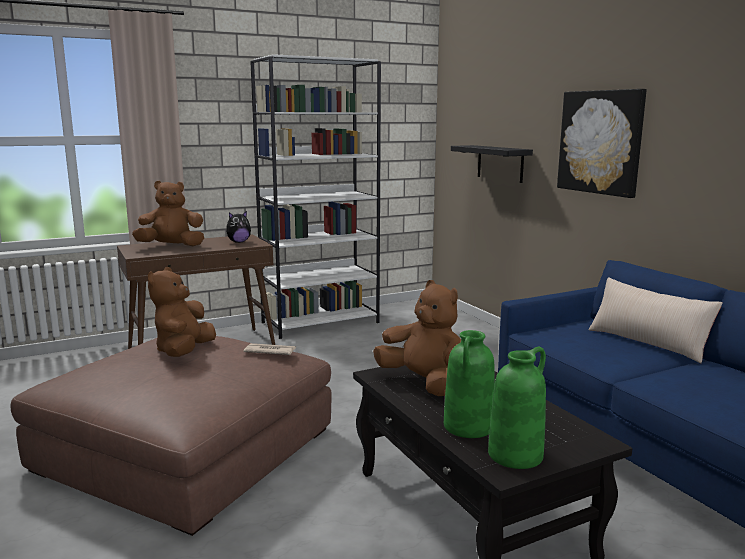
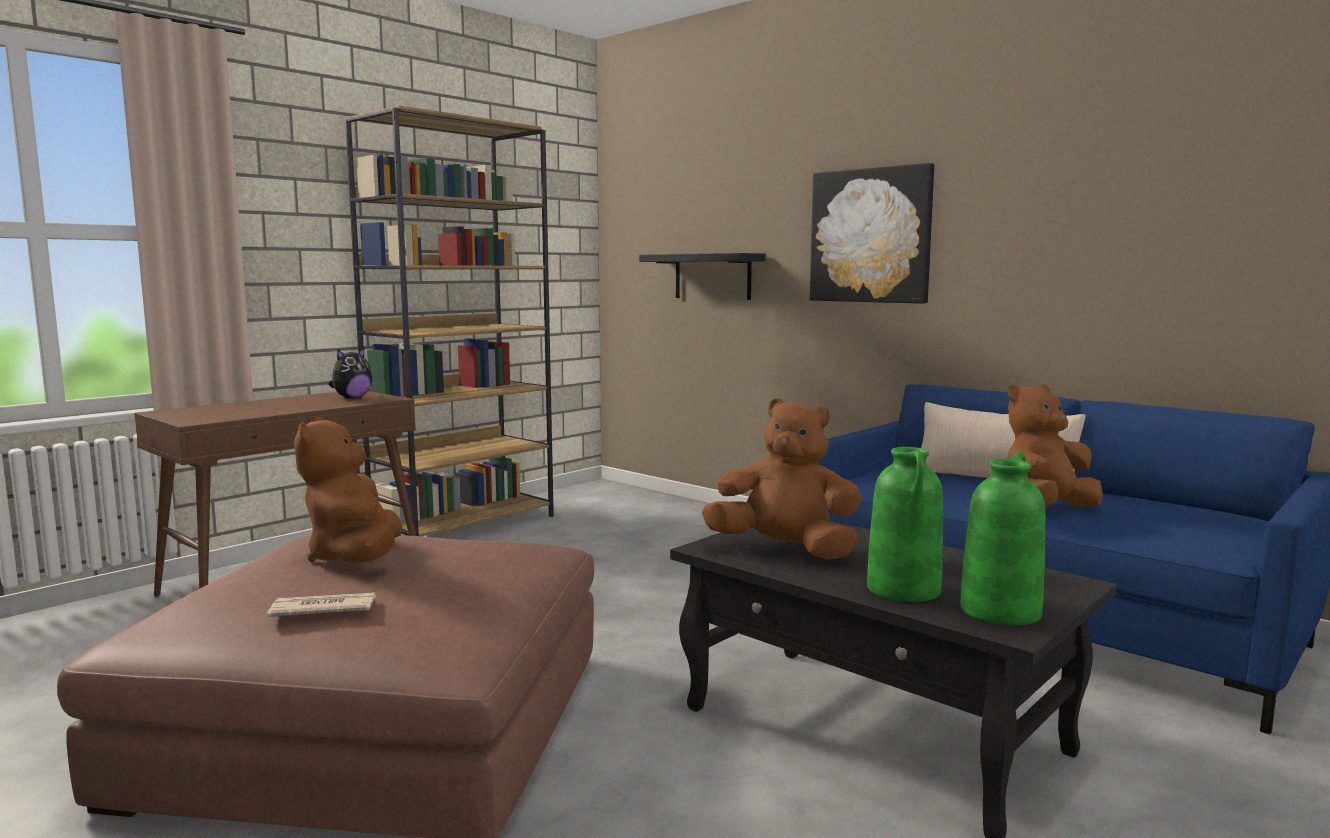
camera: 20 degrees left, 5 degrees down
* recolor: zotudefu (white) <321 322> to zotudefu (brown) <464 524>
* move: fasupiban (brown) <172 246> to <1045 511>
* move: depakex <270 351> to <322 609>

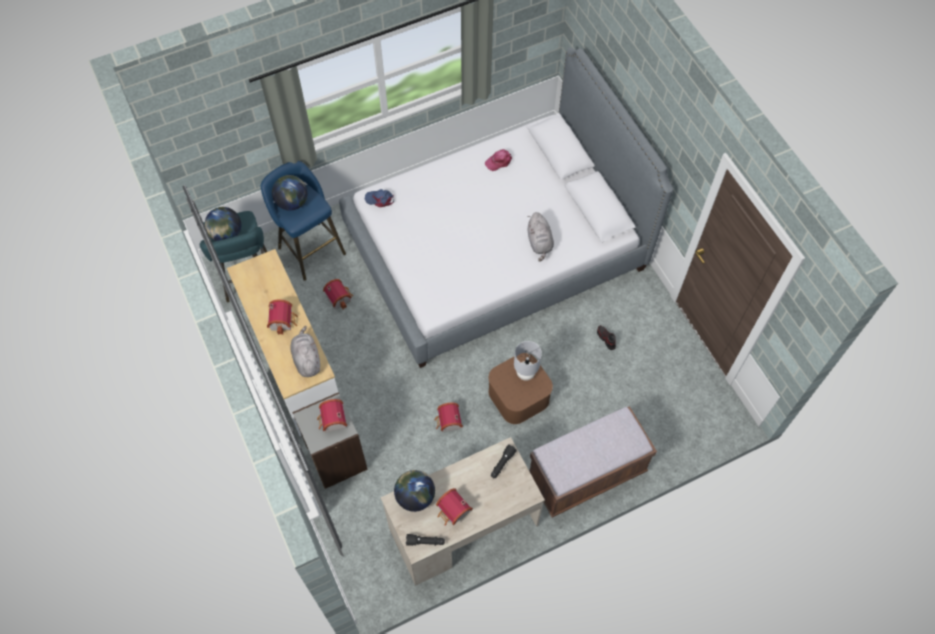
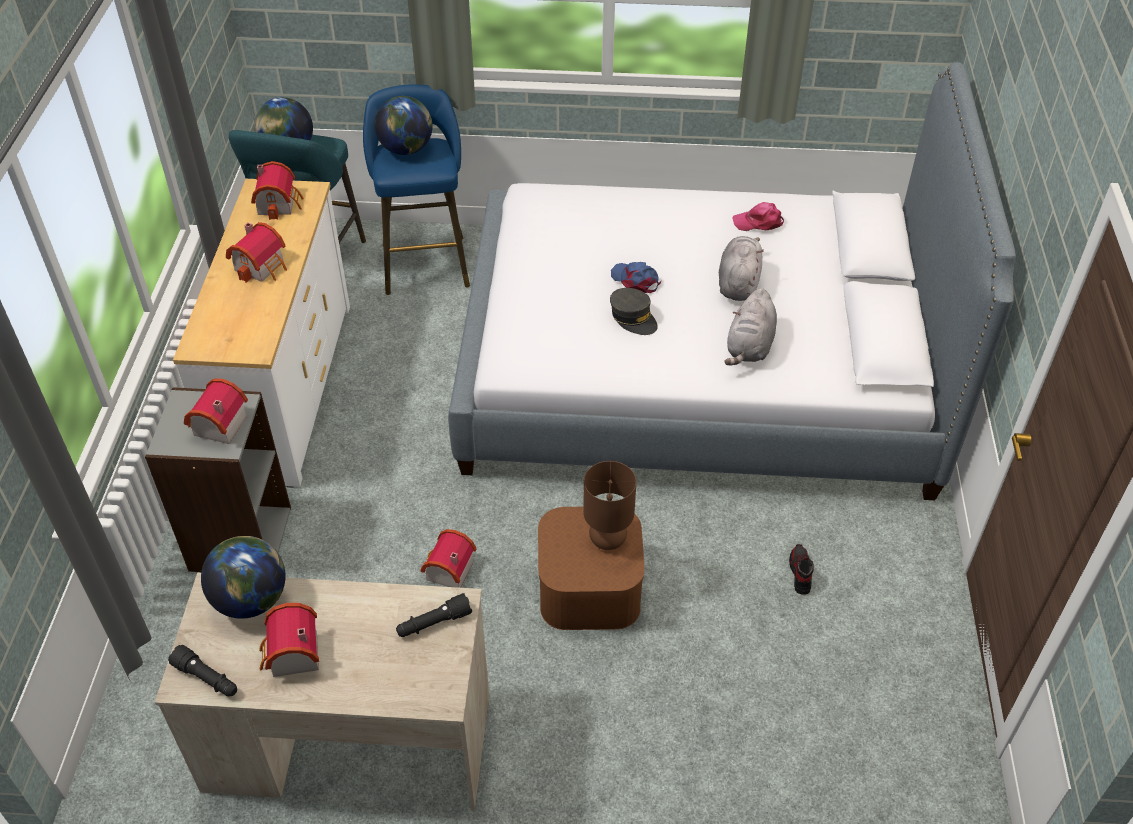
camera: 30 degrees right, 15 degrees down
* move: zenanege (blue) <380 199> to <635 280>
* move: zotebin <339 297> to <279 203>
* move: fasupiban (grey) <306 359> to <738 282>
* recolor: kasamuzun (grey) <525 373> to kasamuzun (brown) <607 539>
* delete: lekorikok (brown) <586 474>
* insert: zenanege (grey) <633 318>

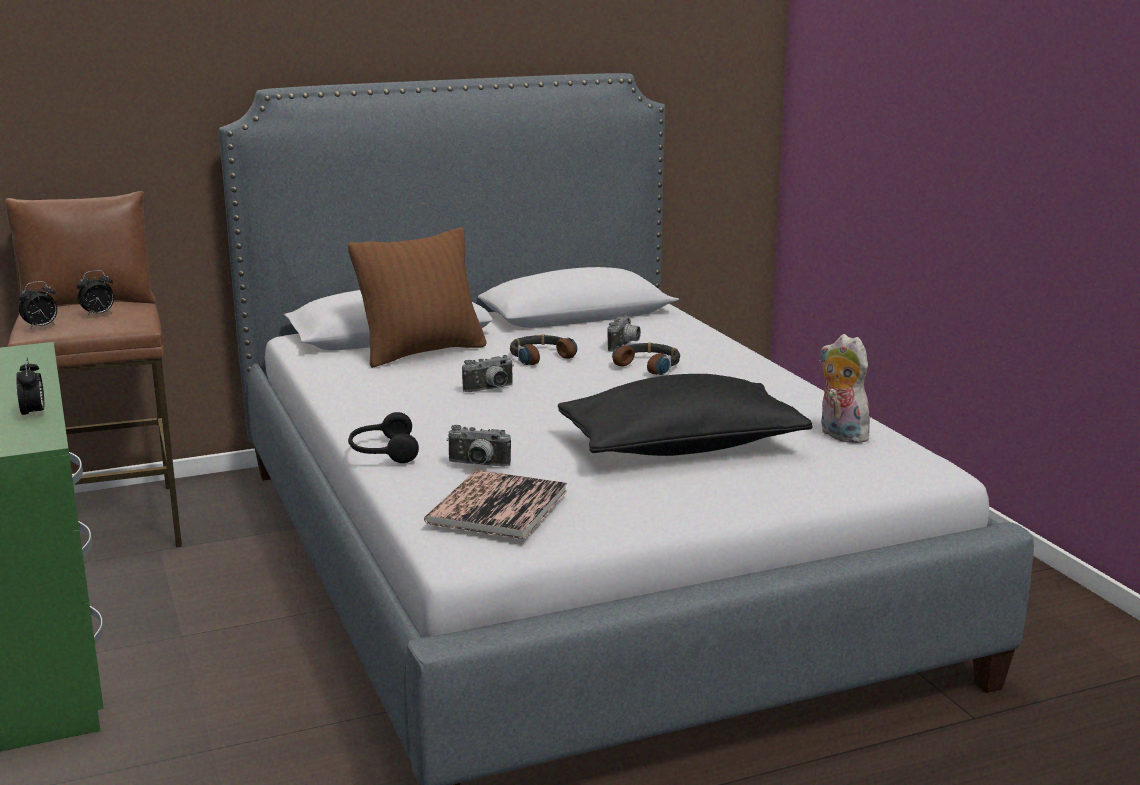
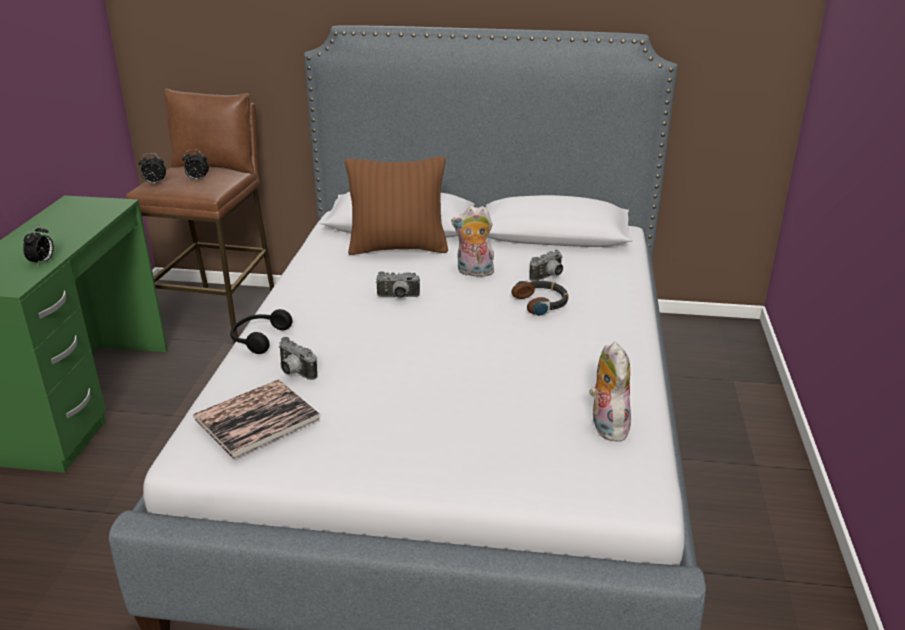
camera: 30 degrees right, 10 degrees up
* replace: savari <540 357> to fasupiban <474 272>
* delete: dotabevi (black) <681 448>

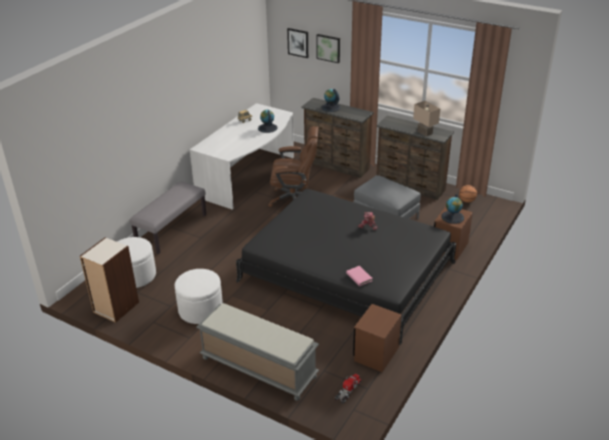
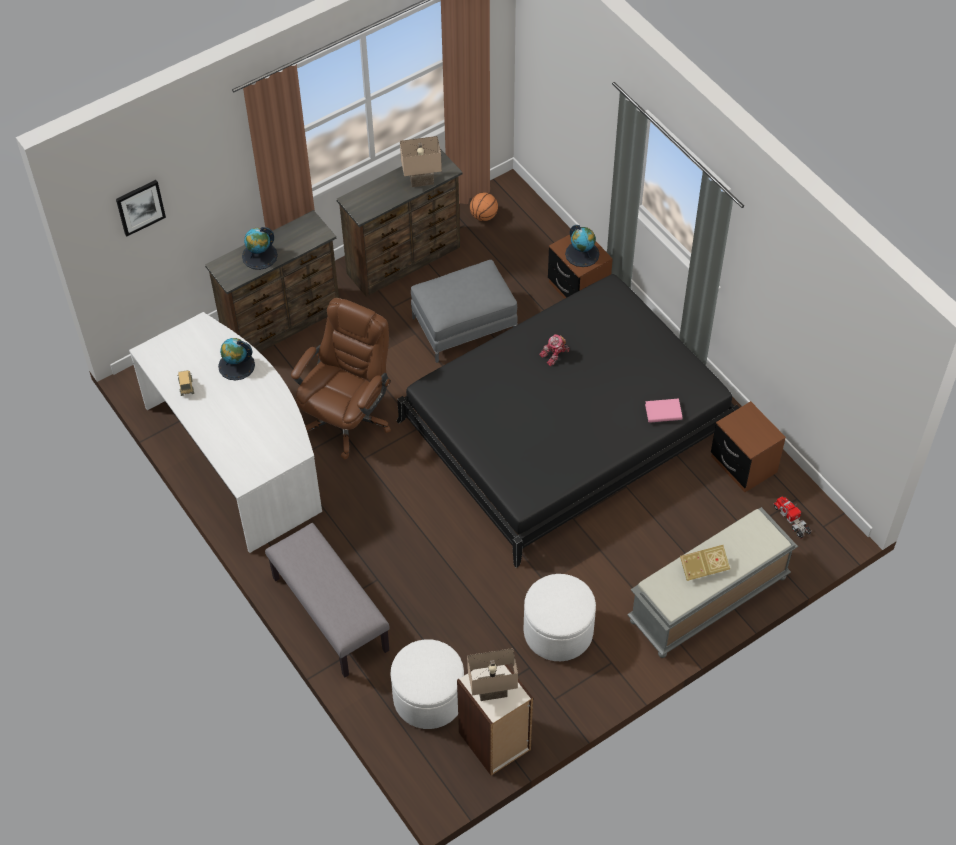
camera: 65 degrees left, 20 degrees up
* delete: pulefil <328 48>
* insert: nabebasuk <703 568>
* insert: kasamuzun (beige) <492 693>

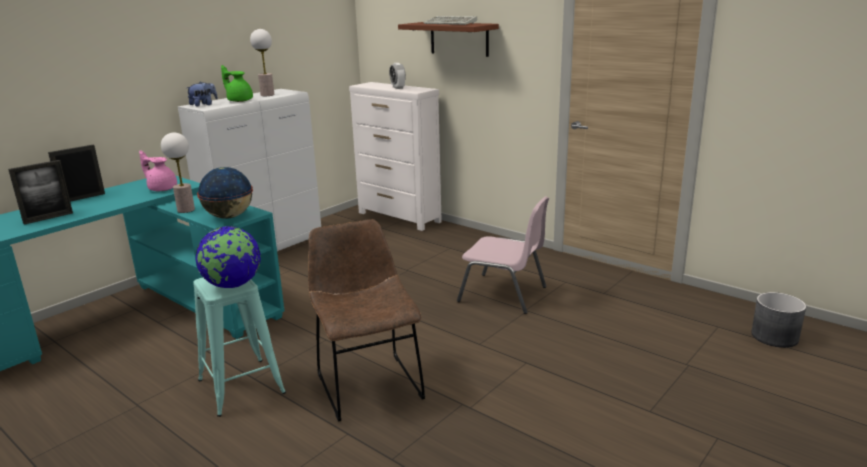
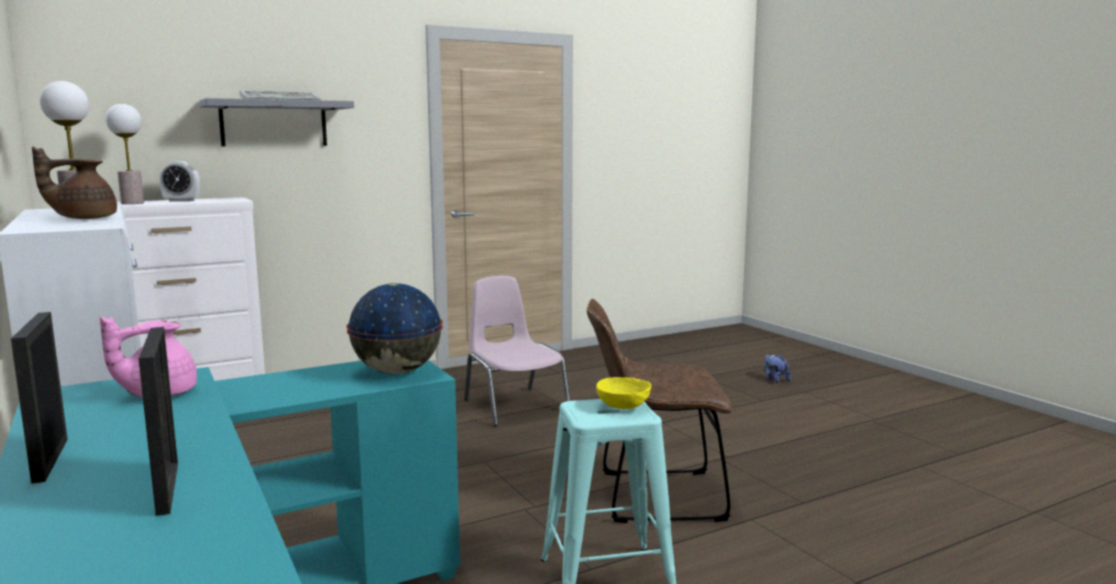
camera: 70 degrees left, 10 degrees down
* recolor: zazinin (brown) <459 39> to zazinin (grey) <274 123>
* recolor: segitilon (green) <239 100> to segitilon (brown) <83 218>
* move: fasupiban <203 105> to <775 379>
* move: kasamuzun <185 210> to <132 203>
* rotate: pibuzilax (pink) <504 294> = <514 405> 75 degrees counterclockwise
* replace: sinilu <232 285> to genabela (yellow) <623 406>
* delete: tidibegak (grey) <775 336>

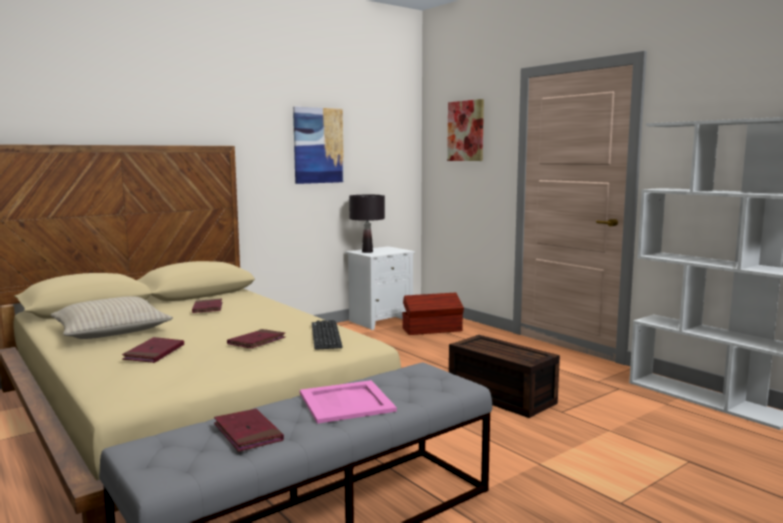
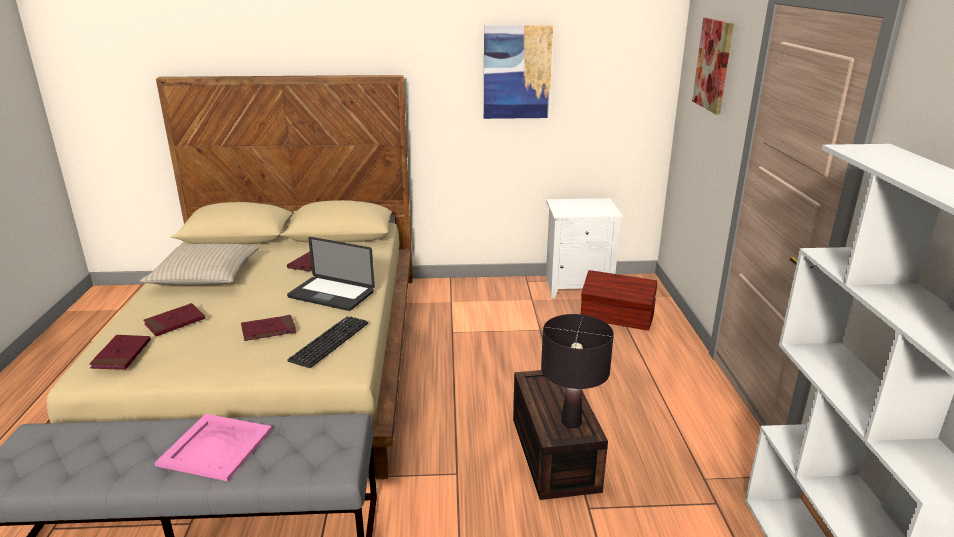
camera: 35 degrees right, 15 degrees up
* move: kasamuzun (black) <367 252> to <571 422>
* move: nabebasuk (red) <248 433> to <121 355>
* insert: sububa <331 295>

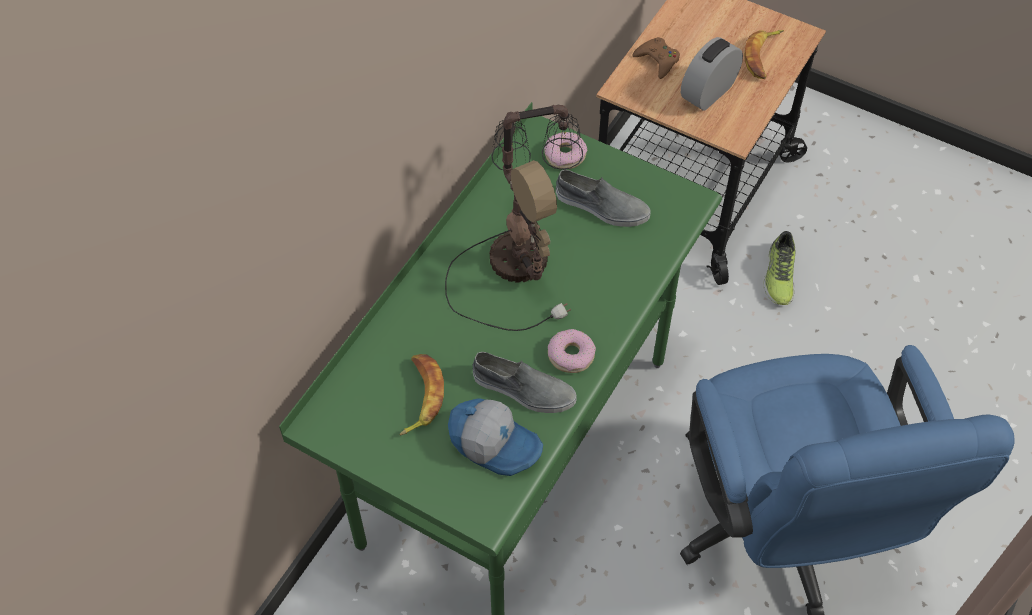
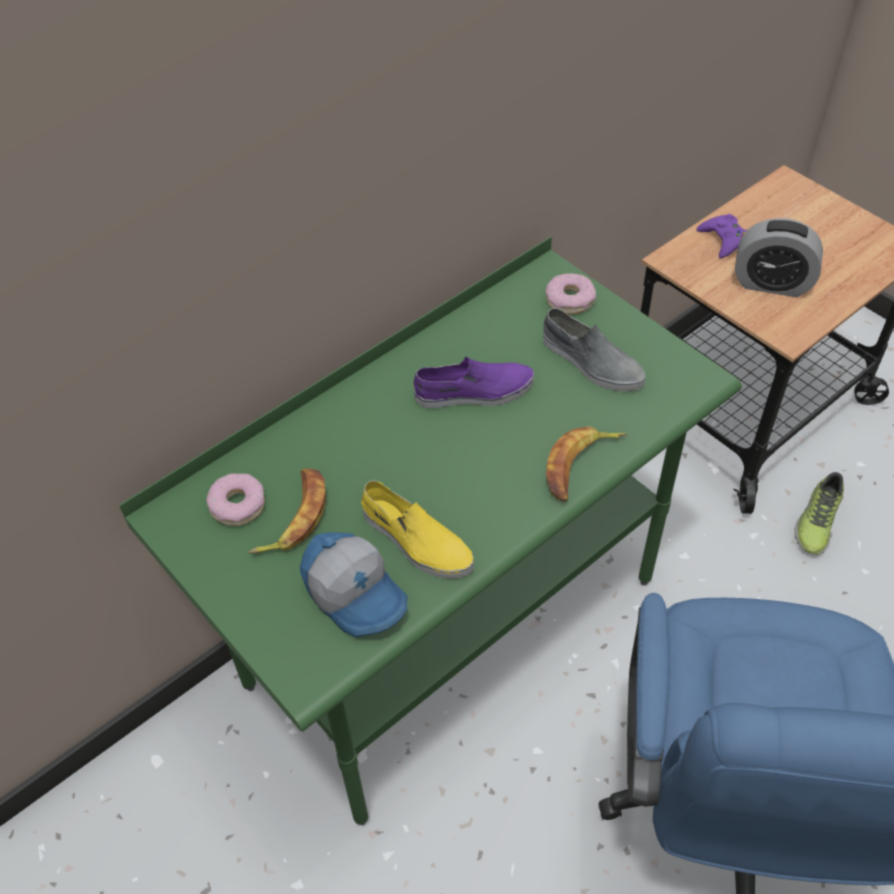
camera: 20 degrees right, 5 degrees down
* move: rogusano <762 57> to <580 467>
* recolor: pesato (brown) <657 60> to pesato (purple) <723 240>
* rotate: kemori <708 93> = <771 283> 135 degrees counterclockwise
* replace: kasamuzun <519 255> to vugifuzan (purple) <474 392>
* move: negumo <571 355> to <237 505>
* recolor: vugifuzan (grey) <523 389> to vugifuzan (yellow) <416 540>

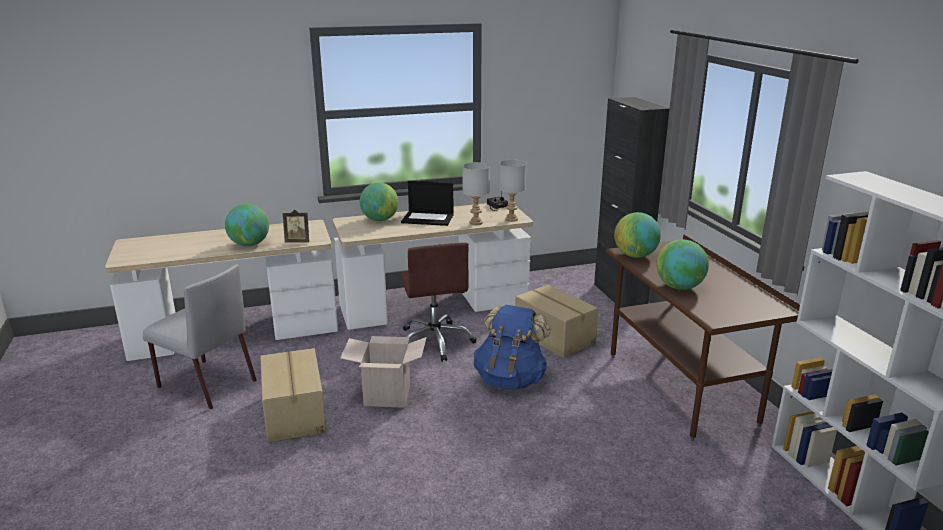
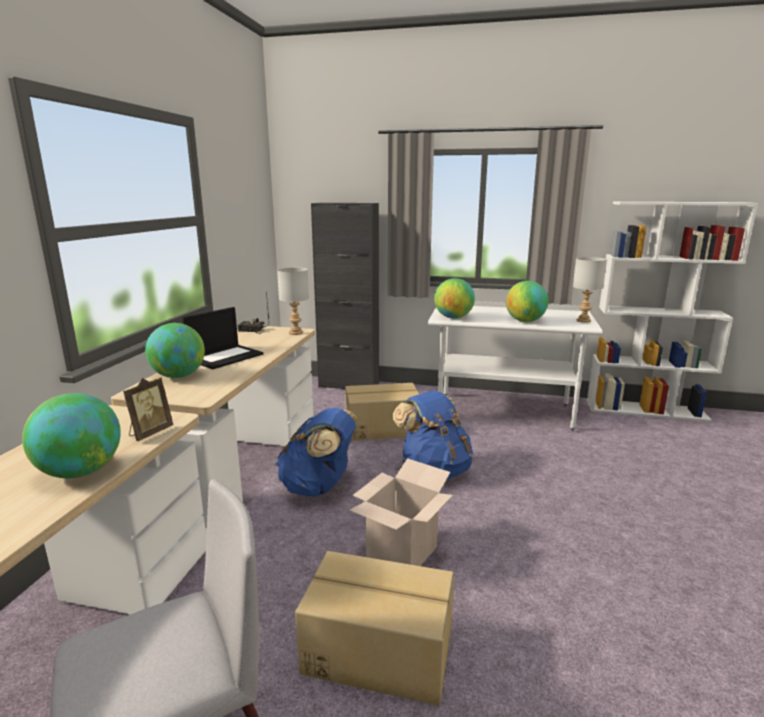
camera: 60 degrees left, 5 degrees down
* move: kasamuzun (grey) <476 222> to <583 320>
* recolor: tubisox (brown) <680 388> to tubisox (white) <504 412>
* replace: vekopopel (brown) <435 341> to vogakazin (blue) <319 486>

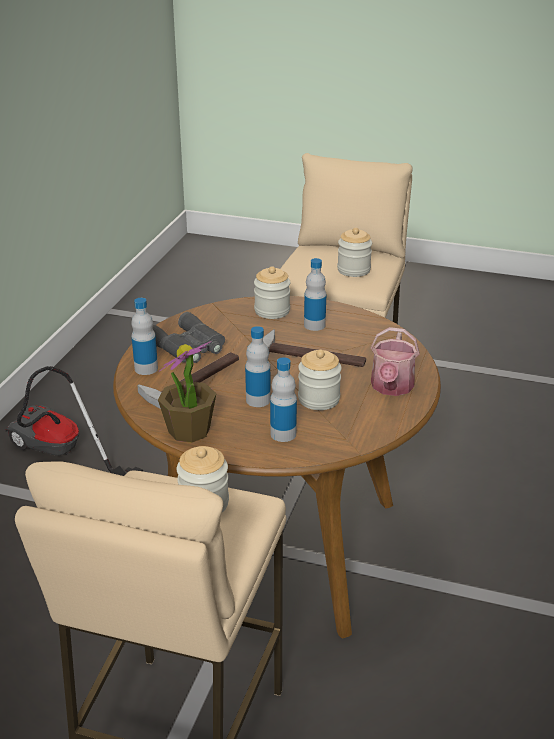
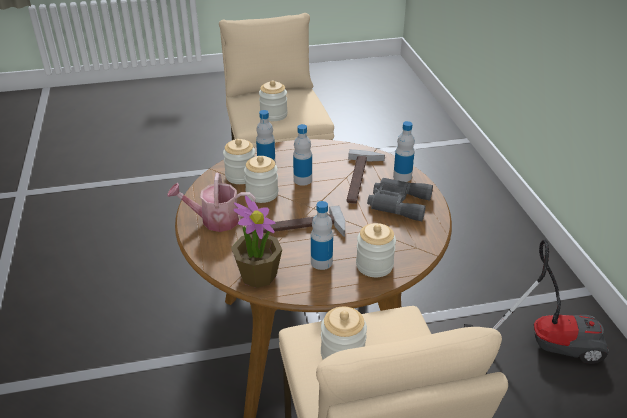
camera: 150 degrees right, 5 degrees up
* rotate: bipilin <391 388> = <215 220> 75 degrees counterclockwise
* move: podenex <189 430> to <258 275>
* insert: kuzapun <241 176>

